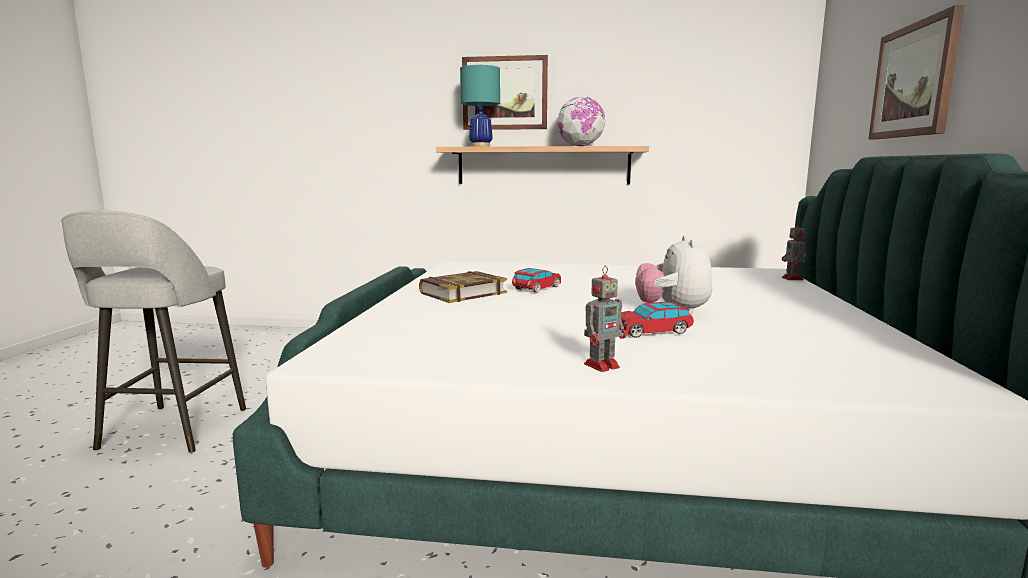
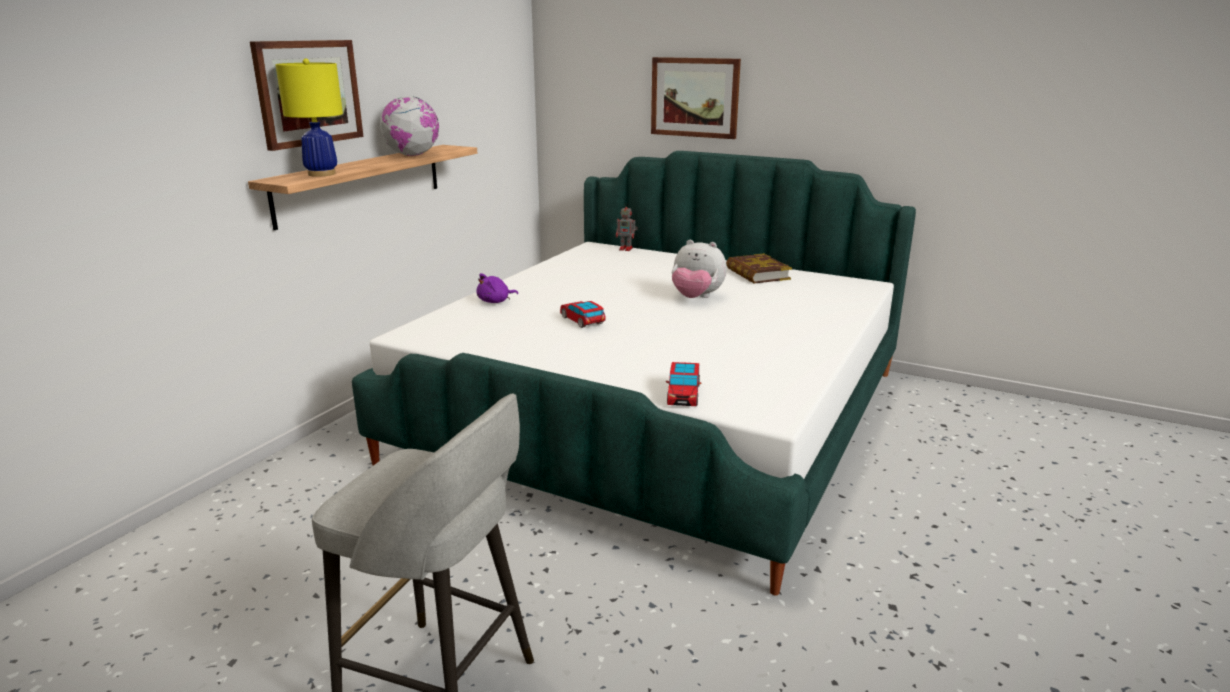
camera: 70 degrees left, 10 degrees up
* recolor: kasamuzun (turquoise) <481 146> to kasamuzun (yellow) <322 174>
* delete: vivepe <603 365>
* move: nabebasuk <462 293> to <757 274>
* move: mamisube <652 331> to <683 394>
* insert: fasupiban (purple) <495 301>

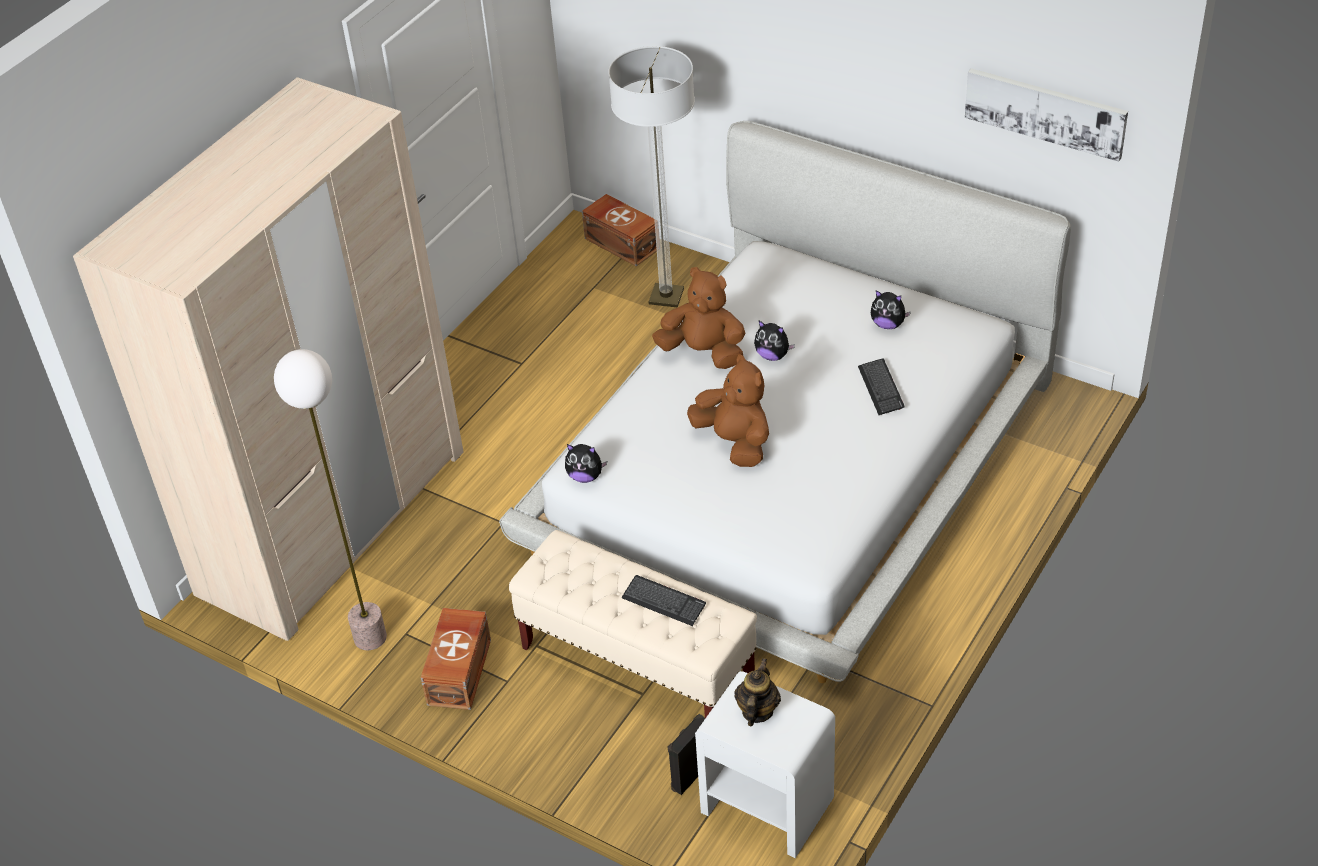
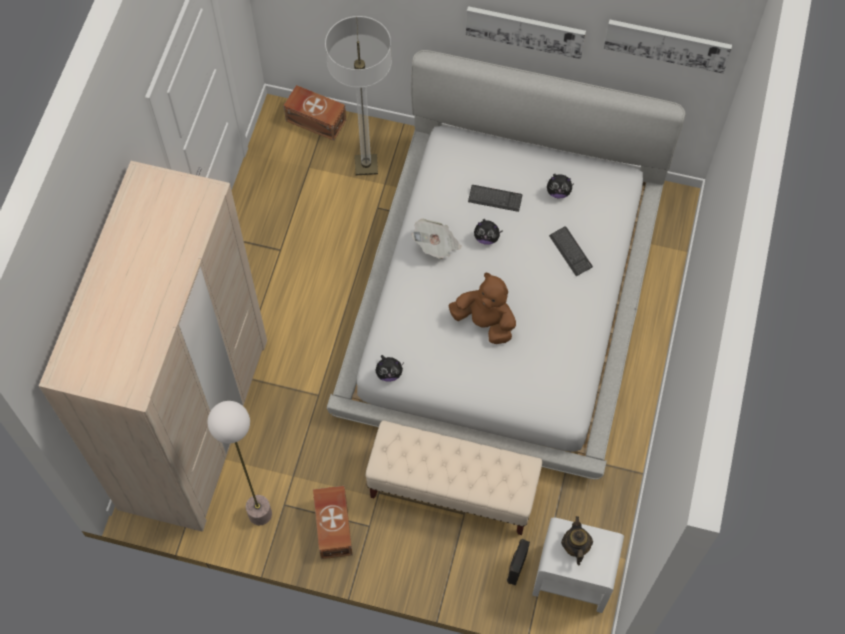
camera: 20 degrees left, 20 degrees up
* replace: fasupiban (brown) <703 352> to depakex <436 245>
* move: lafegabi <664 602> to <495 199>
* insert: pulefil <525 30>

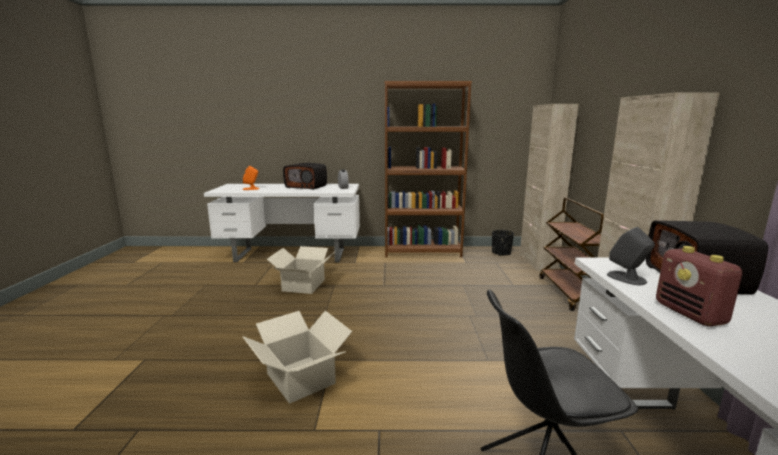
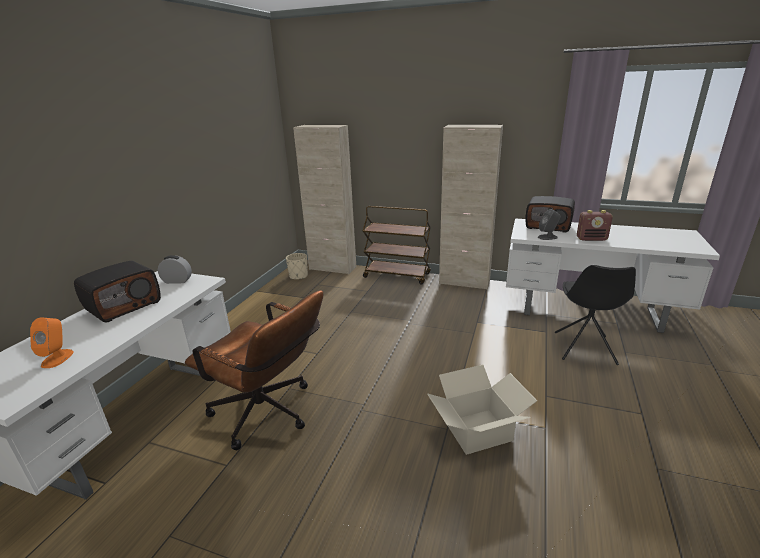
camera: 70 degrees left, 10 degrees up
* delete: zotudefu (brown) <422 252>
* recolor: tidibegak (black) <501 253> to tidibegak (beige) <298 276>
* replace: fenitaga <303 285> to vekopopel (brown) <269 415>

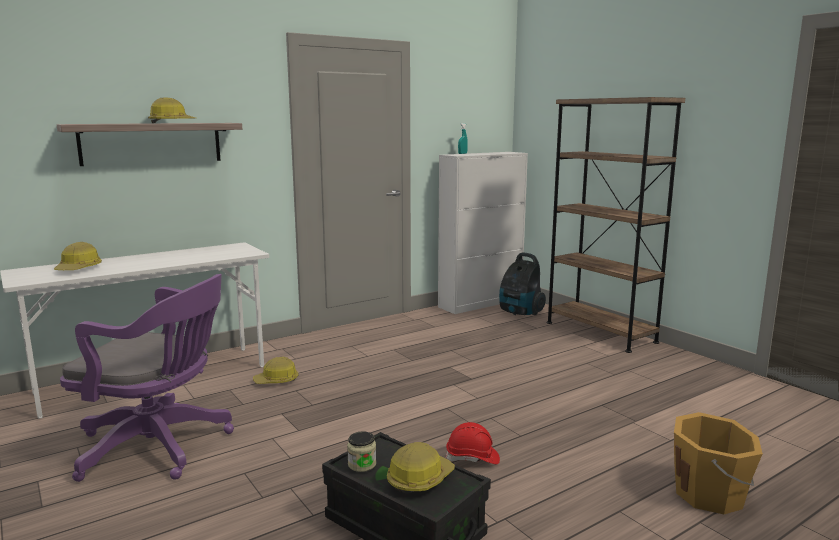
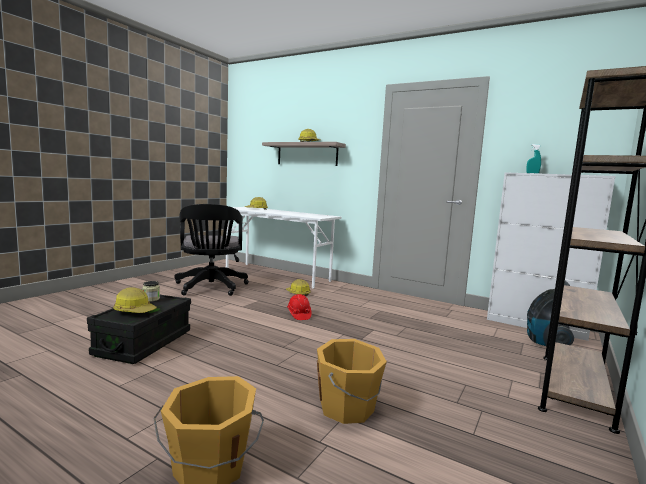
camera: 65 degrees right, 5 degrees down
* recolor: vekopopel (purple) <160 447> to vekopopel (black) <211 288>
* move: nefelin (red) <472 458> to <298 315>
* insert: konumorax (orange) <348 408>

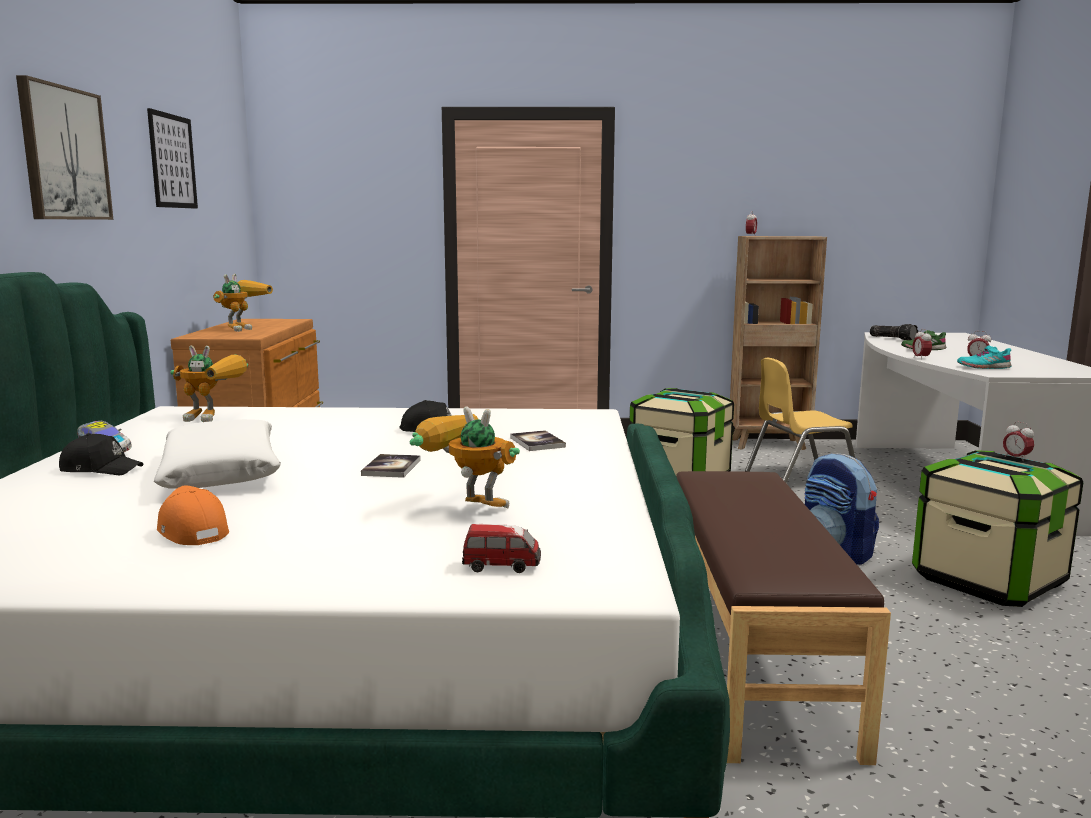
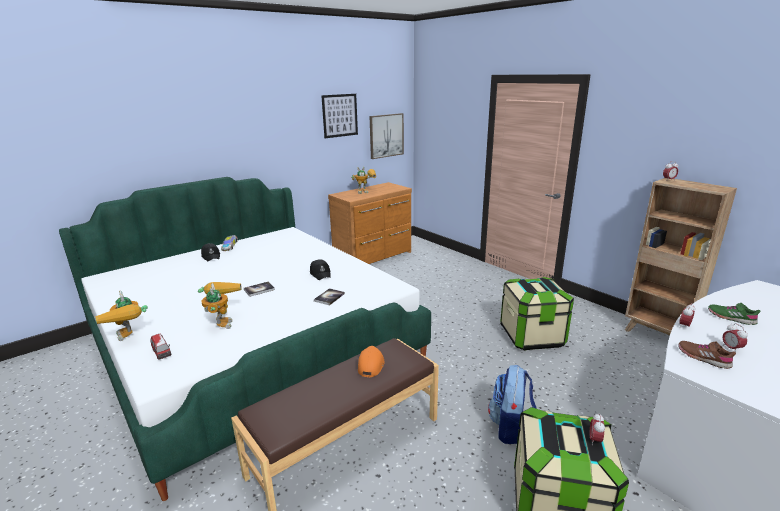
camera: 50 degrees right, 10 degrees up
* move: pulefil <64 153> to <386 135>
* delete: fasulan <893 338>
* move: vivepe <215 418> to <130 337>
* recolor: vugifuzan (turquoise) <983 367> to vugifuzan (brown) <703 358>
* delete: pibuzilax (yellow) <799 478>
* delete: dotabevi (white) <222 472>
* move: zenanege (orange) <191 531> to <370 365>

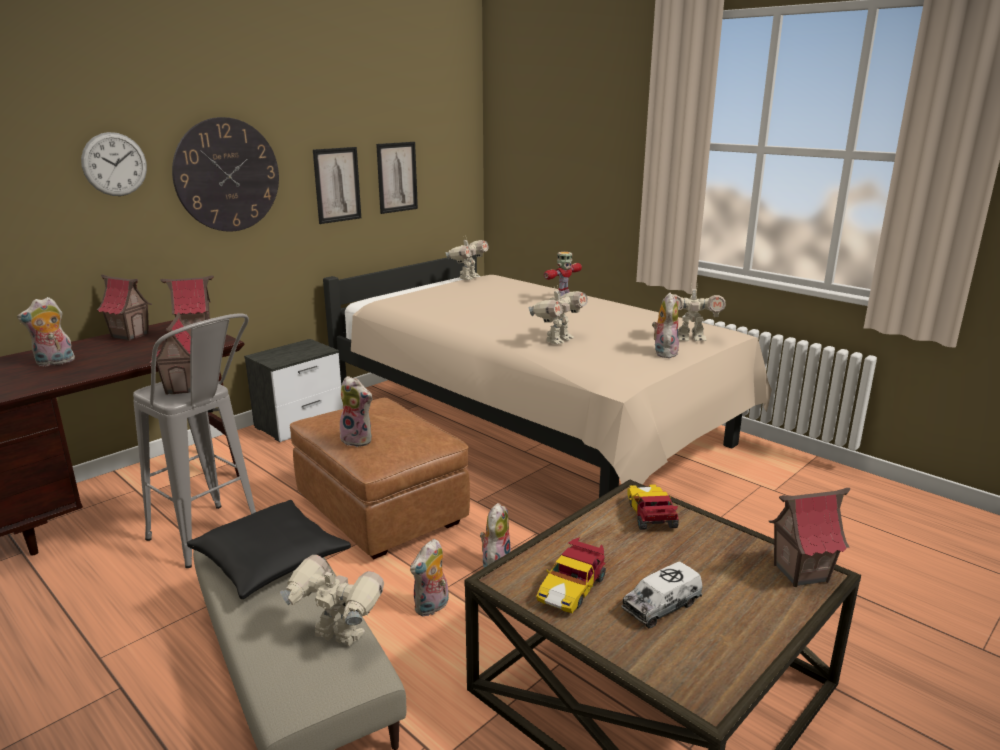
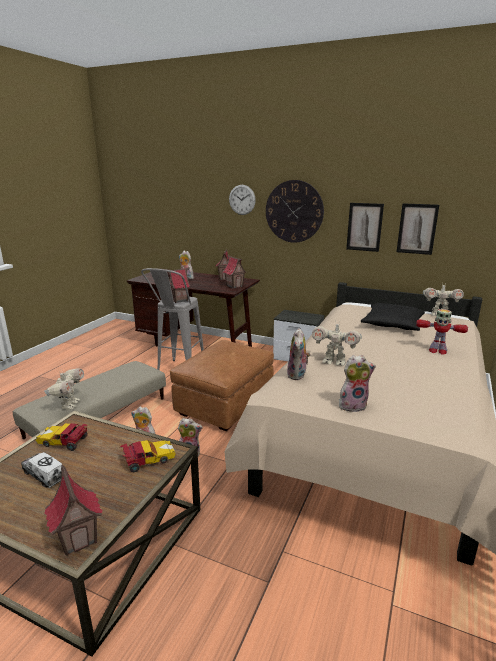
camera: 70 degrees right, 0 degrees up
* delete: vivepe <690 339>
* move: fasupiban <358 440> to <298 375>
* move: dotabevi (black) <270 560> to <392 324>

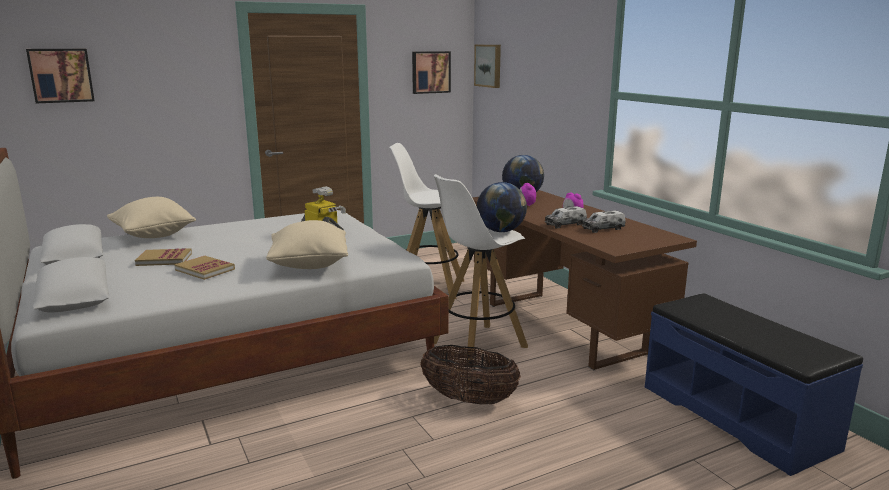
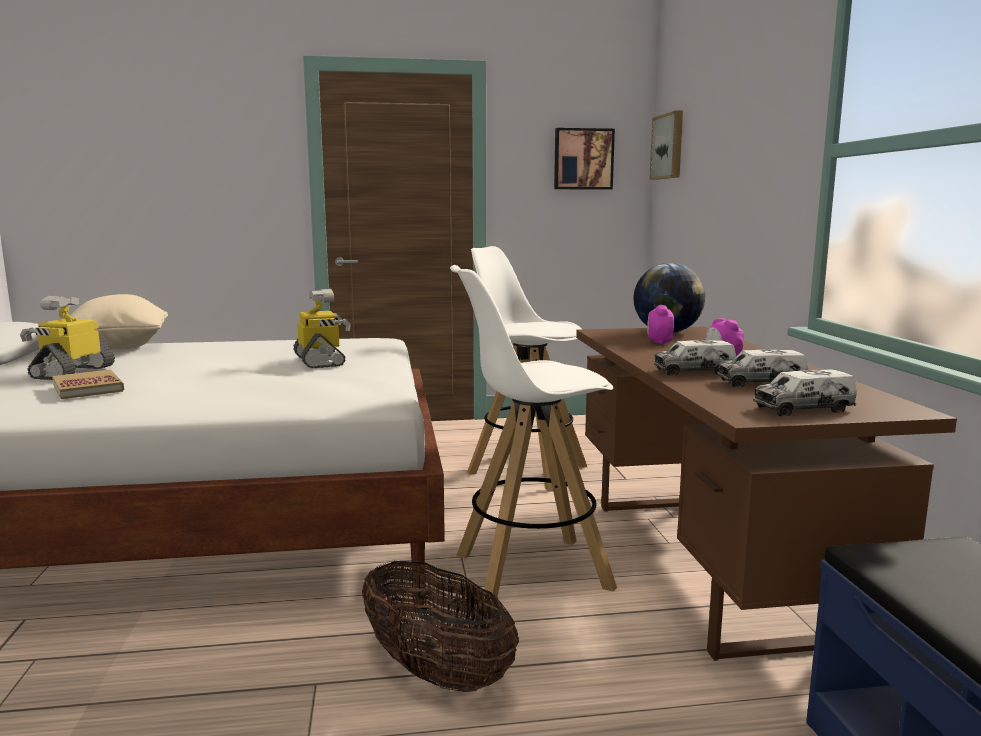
camera: 20 degrees right, 5 degrees down
* delete: pulefil <61 75>
* delete: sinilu <500 231>
* delete: dotabevi (beige) <309 265>
* replace: nabebasuk <164 259> to vivepe <72 372>
* insert: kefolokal <803 409>

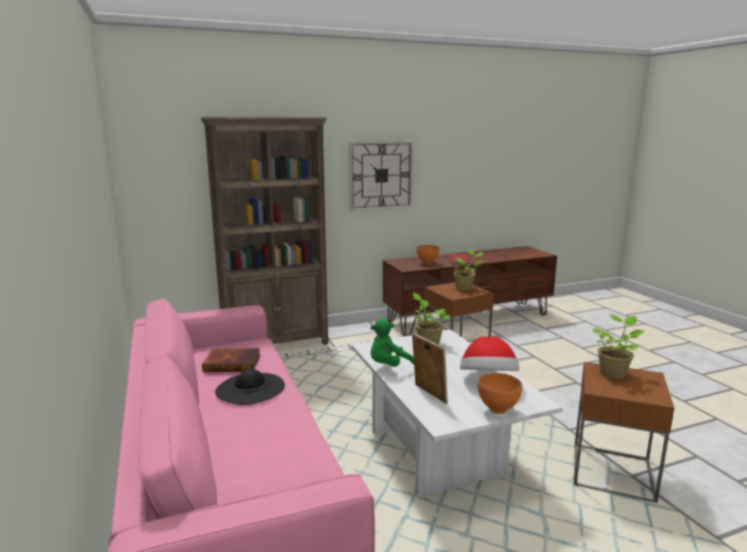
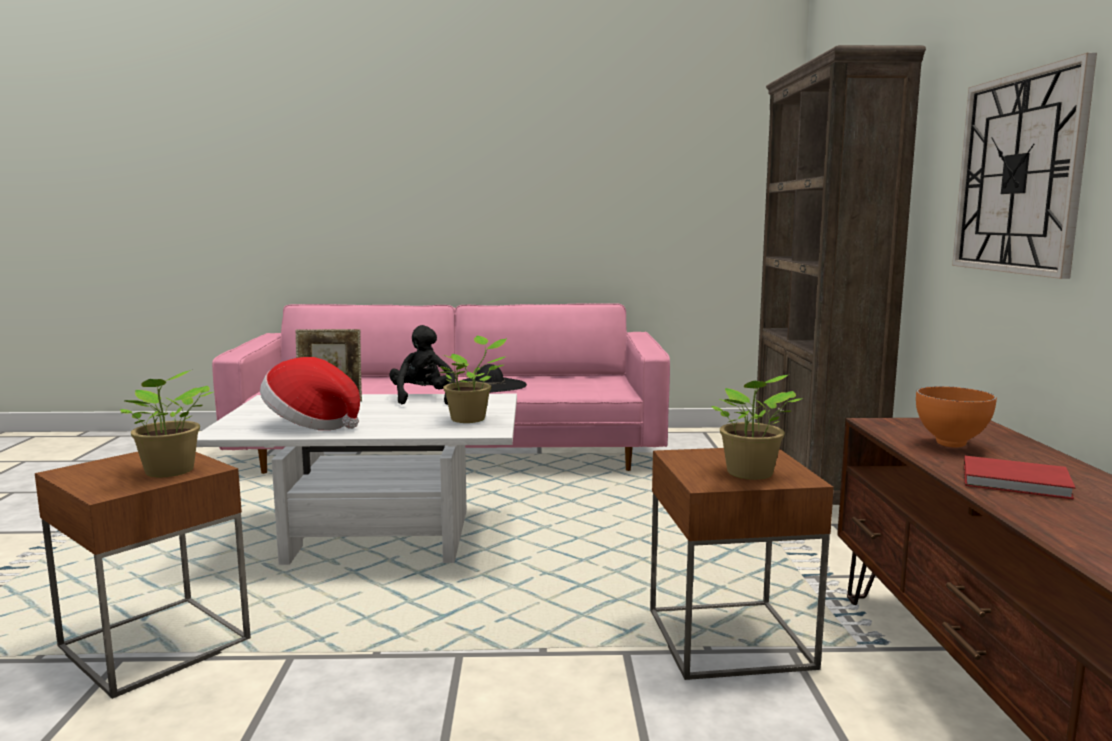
camera: 110 degrees right, 5 degrees down
* recolor: fasupiban (green) <390 366> to fasupiban (black) <423 398>
* delete: nabebasuk <233 362>
* delete: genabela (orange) <497 410>

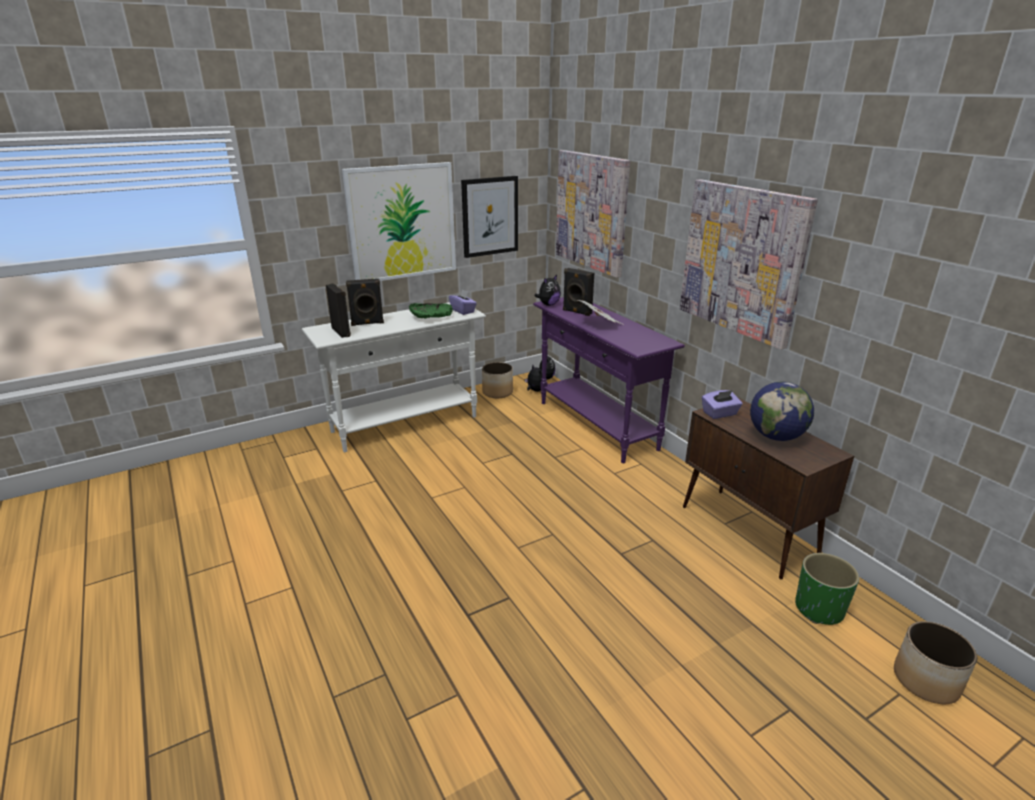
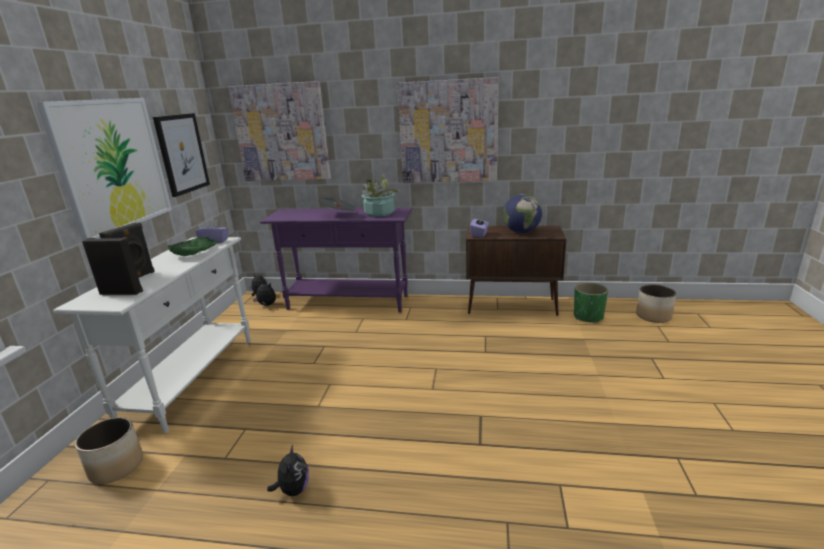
camera: 50 degrees left, 5 degrees down
* delete: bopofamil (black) <576 312>
* move: fasupiban <548 304> to <293 490>
* move: tidibegak <497 392> to <116 467>
* insert: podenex <379 213>

